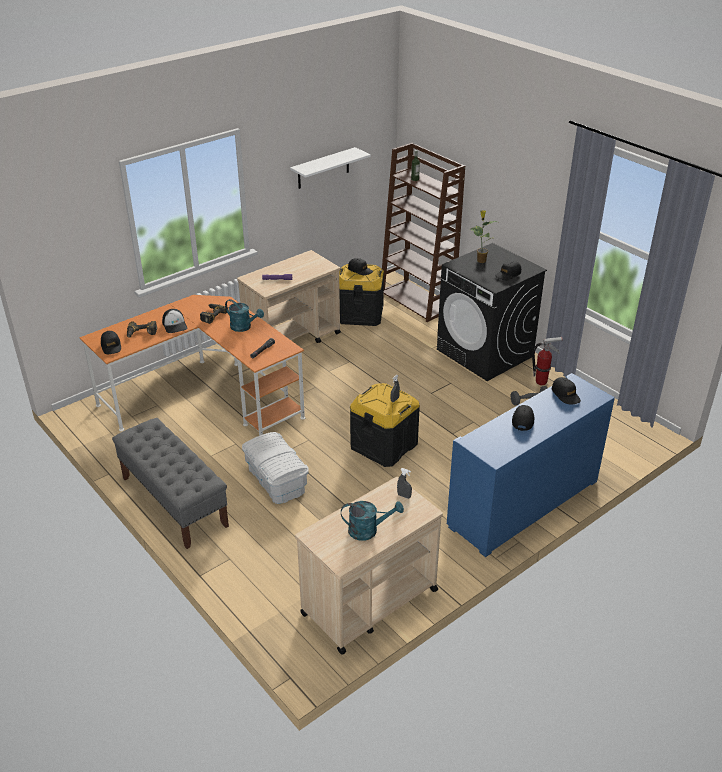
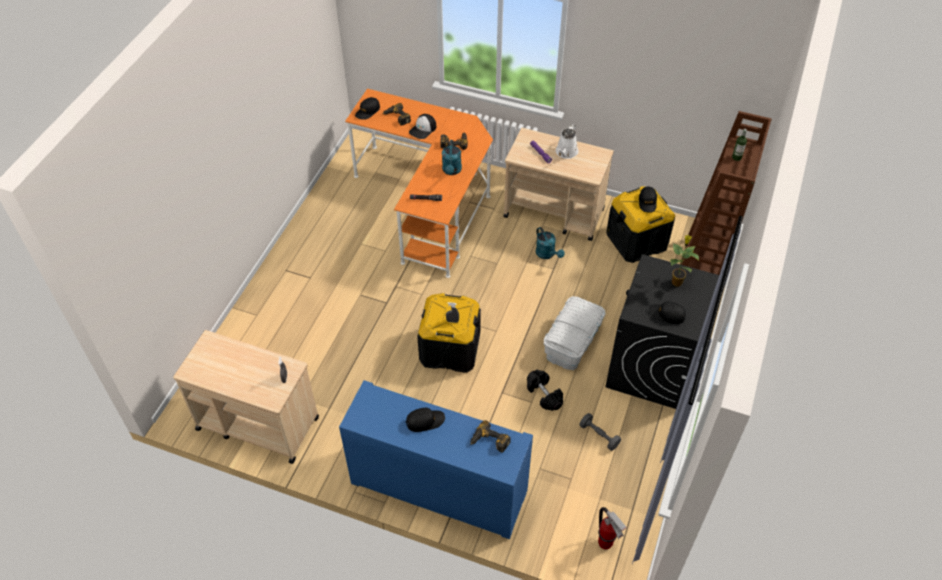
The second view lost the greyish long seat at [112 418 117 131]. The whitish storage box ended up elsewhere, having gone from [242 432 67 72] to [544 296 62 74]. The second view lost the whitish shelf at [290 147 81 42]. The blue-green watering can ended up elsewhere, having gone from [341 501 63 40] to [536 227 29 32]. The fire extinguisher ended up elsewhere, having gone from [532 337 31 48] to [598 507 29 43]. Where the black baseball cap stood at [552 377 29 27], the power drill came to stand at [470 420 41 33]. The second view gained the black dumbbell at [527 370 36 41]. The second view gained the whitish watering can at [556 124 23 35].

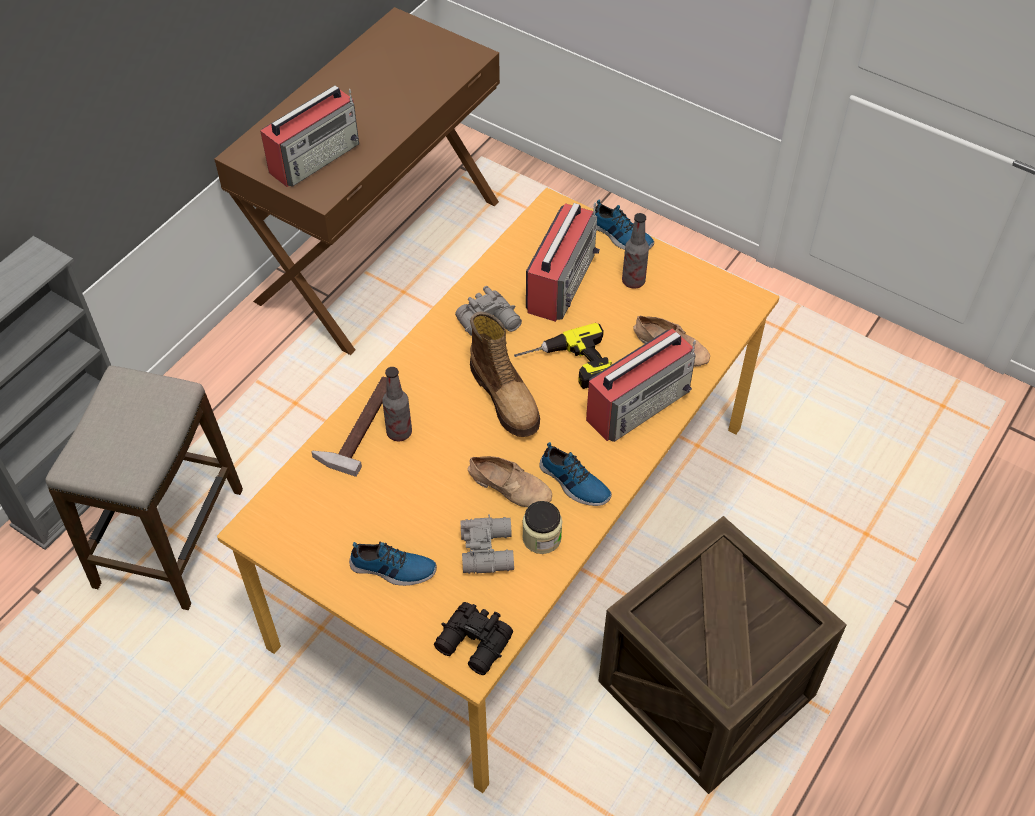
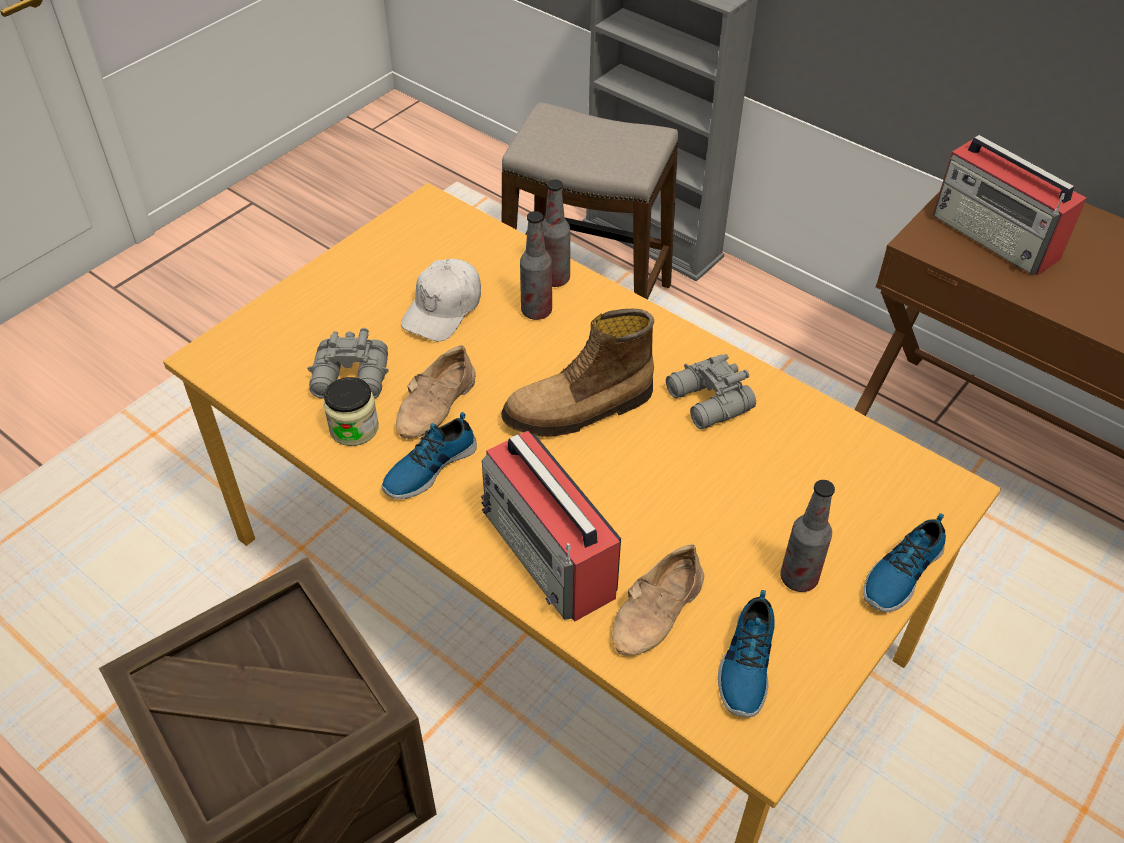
Where the tool hammer stood at [311 377 76 100], the beverage bottle came to stand at [542 179 28 108]. The shoe ended up elsewhere, having gone from [349 542 88 44] to [718 590 57 127]. The second view lost the black field glasses at [434 602 79 73]. The second view lost the power drill at [514 323 98 66]. The second view lost the radio receiver at [526 202 74 120]. The second view gained the whitish baseball cap at [401 259 80 82].

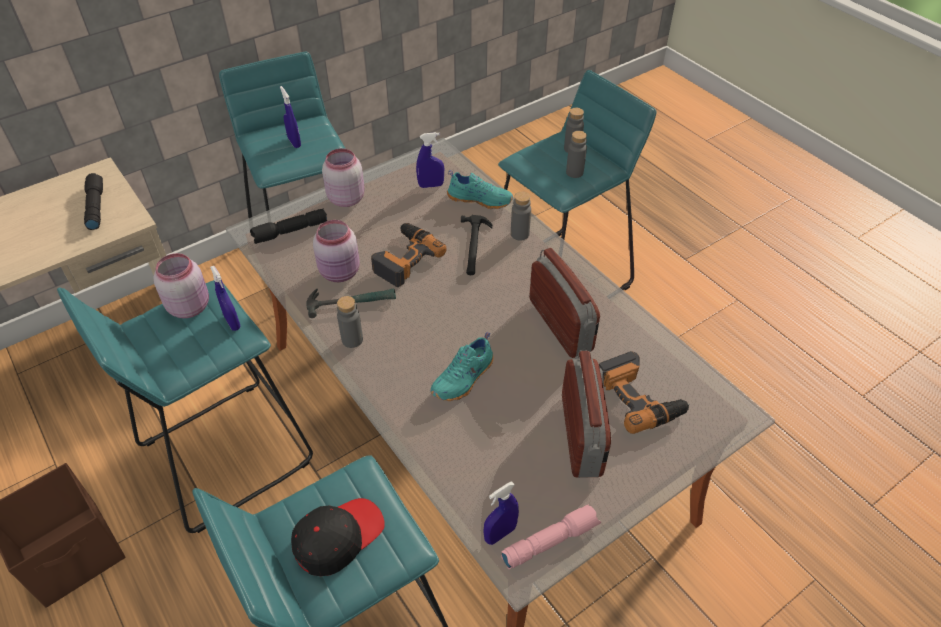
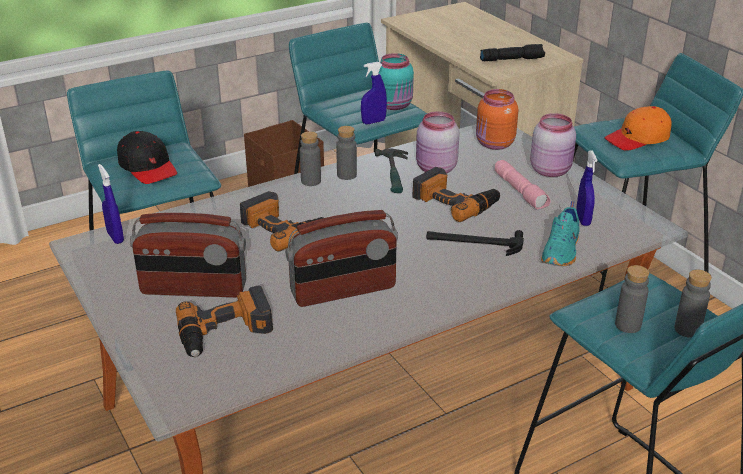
What was the pink-coloured storage jar at [153 253 56 65] turned into the blue-green storage jar at [379 53 35 57]. Where the black hand torch stood at [250 209 78 35], the orange-coloured storage jar came to stand at [476 89 42 61]. Where the bluish hand sprayer stood at [280 86 21 62], the orange-coloured baseball cap came to stand at [604 106 68 45]. Where the blue-green shoe stood at [431 332 63 69], the power drill came to stand at [240 191 83 60]. The pink-coloured hand torch ended up elsewhere, having gone from [501 504 100 65] to [495 160 56 49]. The greyish beverage bottle ended up elsewhere, having gone from [511 192 20 49] to [300 131 21 55].

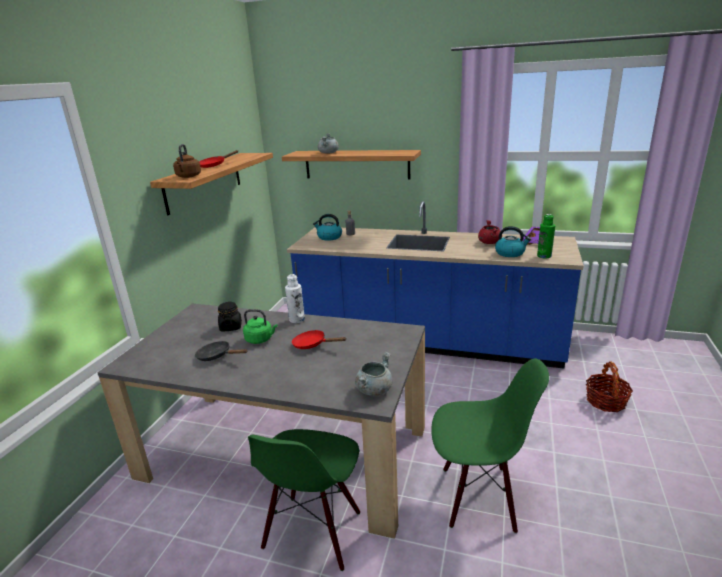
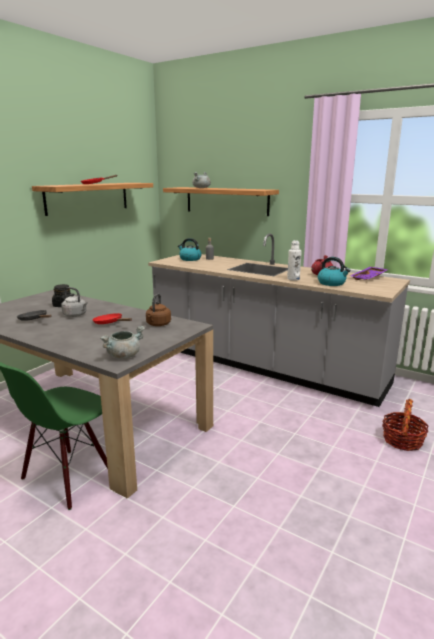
The brown-coloured kettle ended up elsewhere, having gone from [173 144 28 34] to [146 294 25 32]. What was the green kettle at [243 309 34 35] turned into the greyish kettle at [61 287 27 30]. The whitish beverage bottle ended up elsewhere, having gone from [285 274 20 49] to [287 240 15 41]. What was the bluish counter at [287 201 297 168] turned into the greyish counter at [148 233 262 174]. The second view lost the green chair at [431 358 118 176]. The second view lost the green beverage bottle at [537 214 18 44].

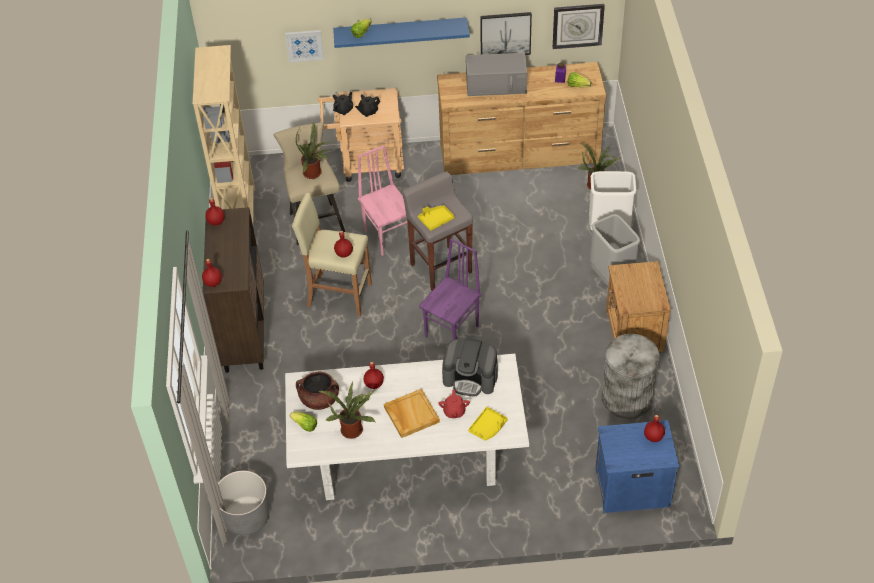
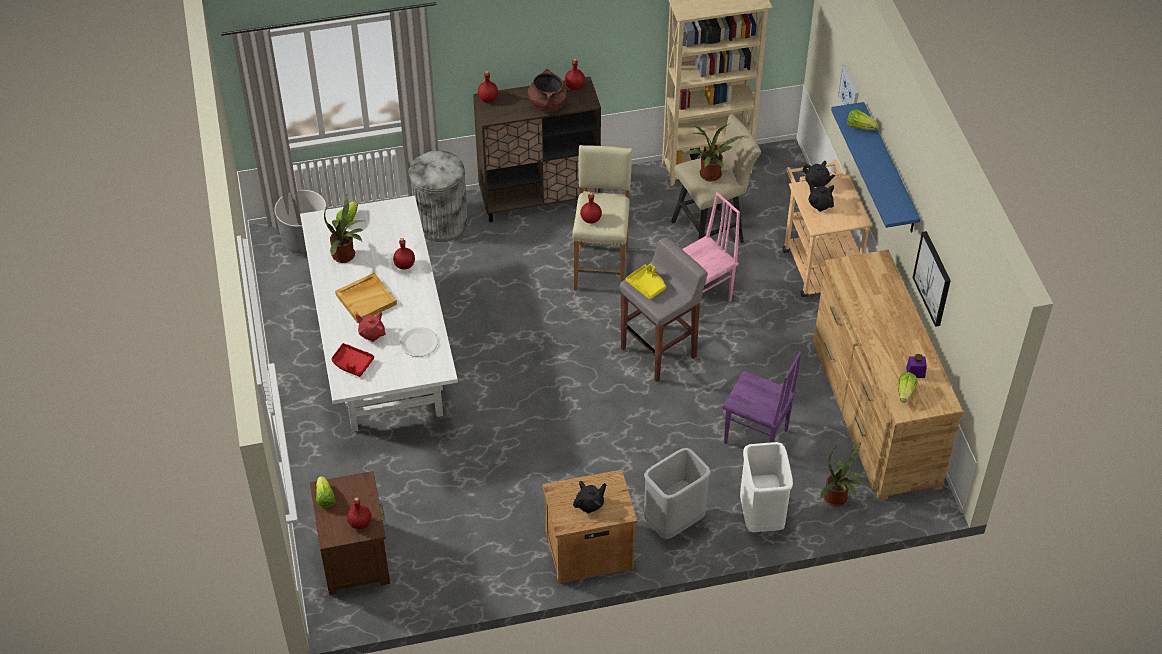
The brown-coloured stockpot ended up elsewhere, having gone from [296 372 43 38] to [527 69 40 43]. The purple-coloured chair ended up elsewhere, having gone from [419 238 62 102] to [722 351 80 93]. The red-coloured pot for tea at [438 390 32 28] ended up facing another way, 45 degrees clockwise from before. Where the coffee machine stood at [442 338 56 58], the whitish flat dish came to stand at [400 327 38 30]. The second view lost the greyish microwave at [466 53 61 43]. What was the yellow tray at [468 407 40 34] turned into the red-coloured tray at [331 343 43 34]. The second view lost the clock on the wall at [553 4 52 45]. What was the bluish nightstand at [595 420 84 93] turned into the brown-coloured nightstand at [310 471 80 124]. The greyish rubbish bin ended up elsewhere, having gone from [602 334 58 85] to [408 151 60 91]. The second view gained the lettuce head at [316 476 19 32]. The second view gained the black pot for tea at [573 481 33 32].

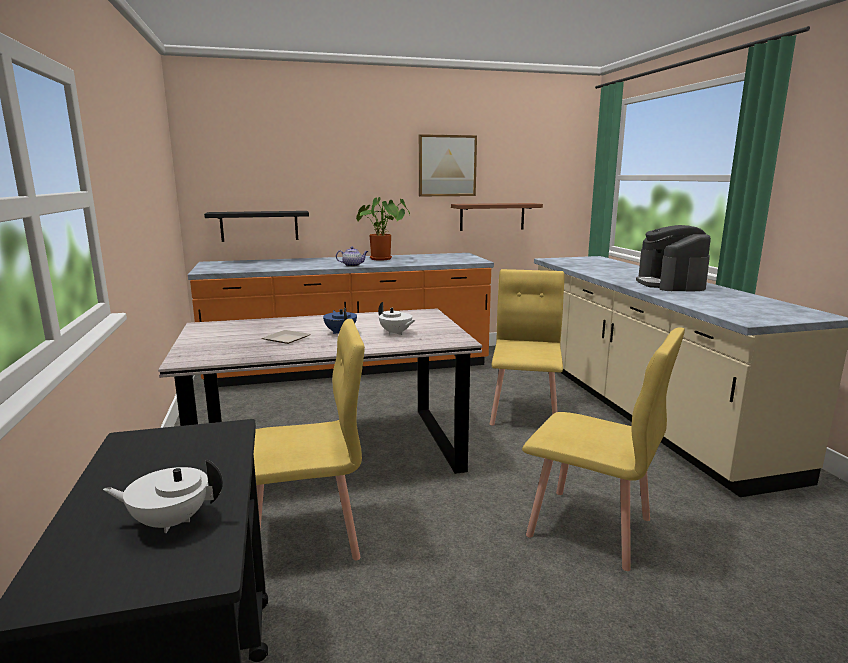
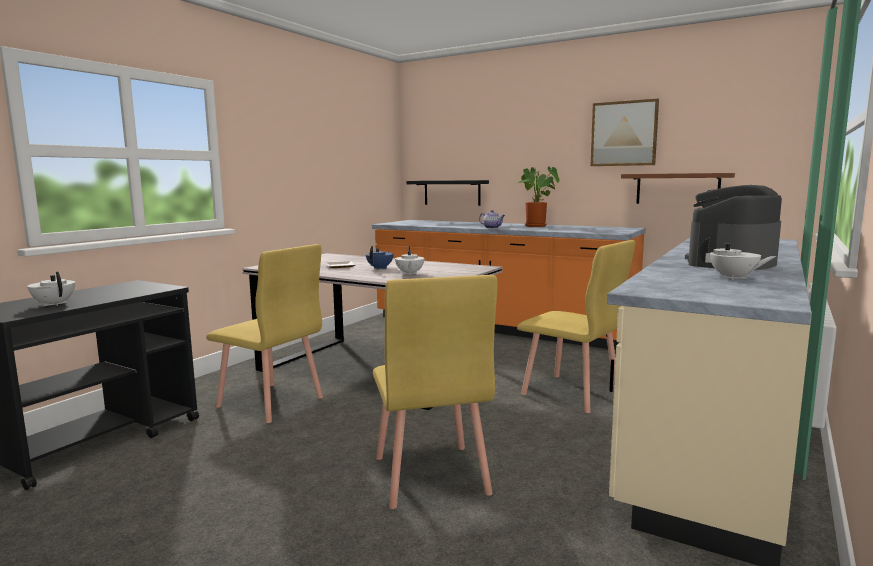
The yellow chair at [490 269 74 156] ended up facing another way, 75 degrees clockwise from before. The second view gained the whitish pot for tea at [700 238 76 42].

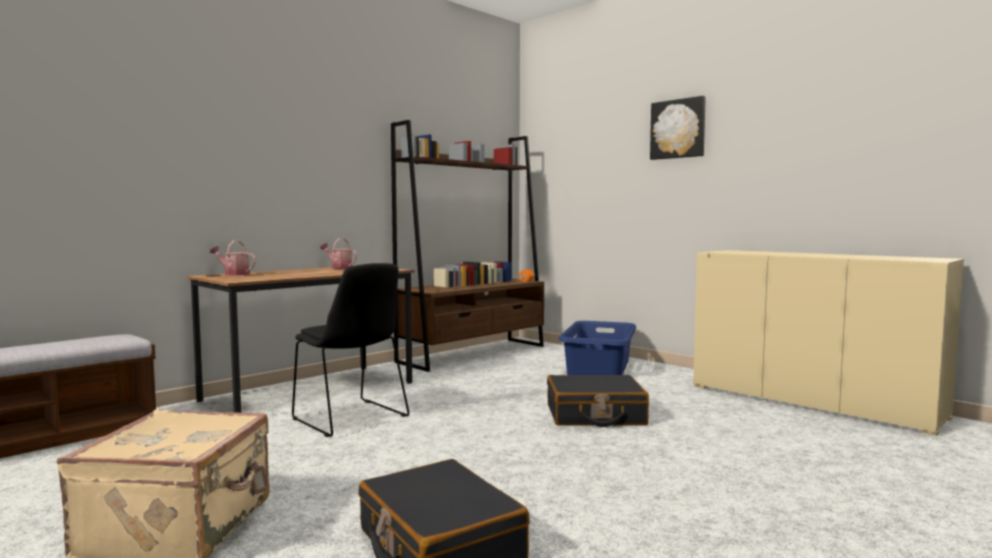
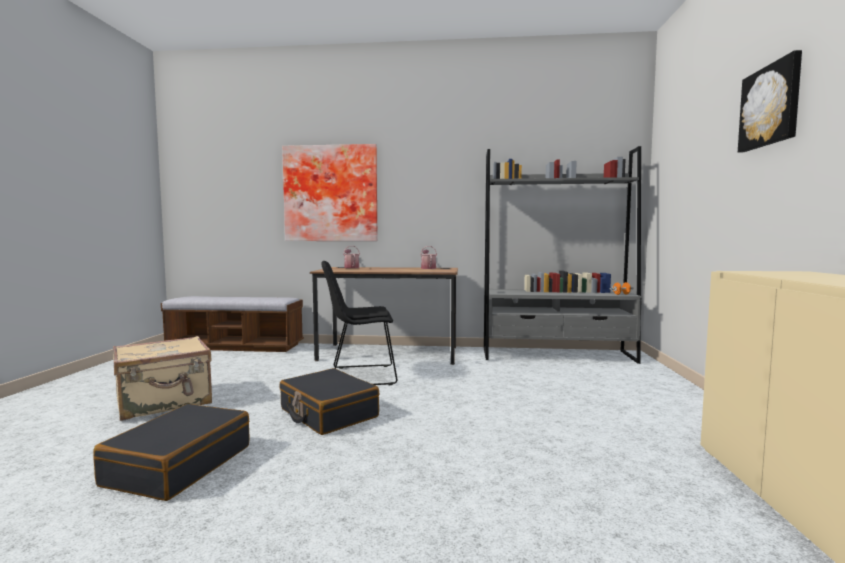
The black chair at [292 263 117 174] ended up facing another way, 75 degrees clockwise from before. What was the brown-coloured bookcase at [391 120 153 252] turned into the greyish bookcase at [484 146 158 218]. The black travel case ended up elsewhere, having gone from [547 375 102 52] to [279 368 101 67]. The second view lost the bluish hamper at [559 321 77 54]. The second view gained the picture at [282 144 96 97].

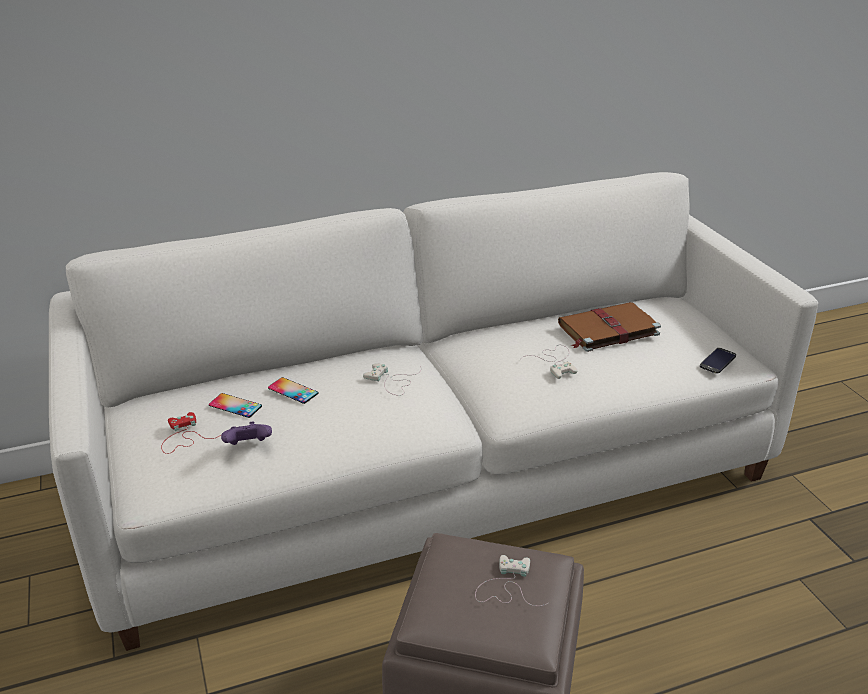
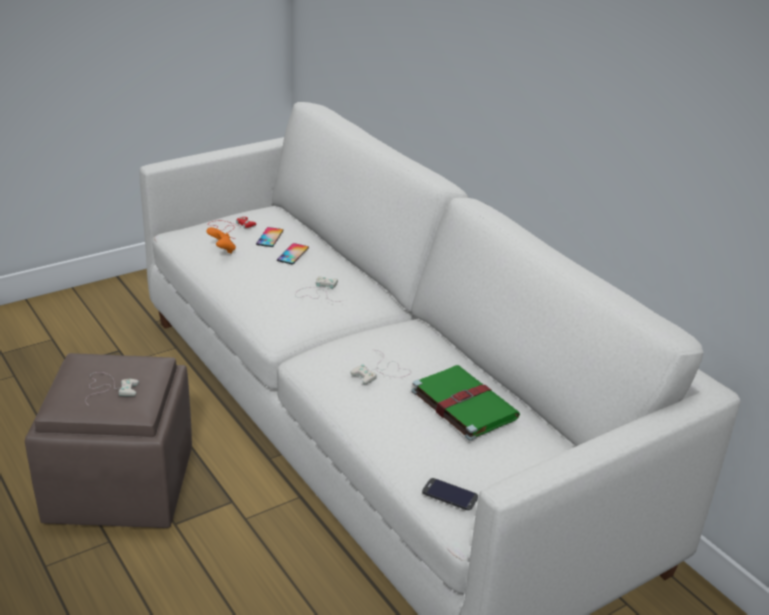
What was the purple-coloured gamepad at [221 421 51 24] turned into the orange-coloured gamepad at [206 227 30 27]. What was the brown-coloured bound book at [558 302 103 50] turned into the green bound book at [411 365 109 76].

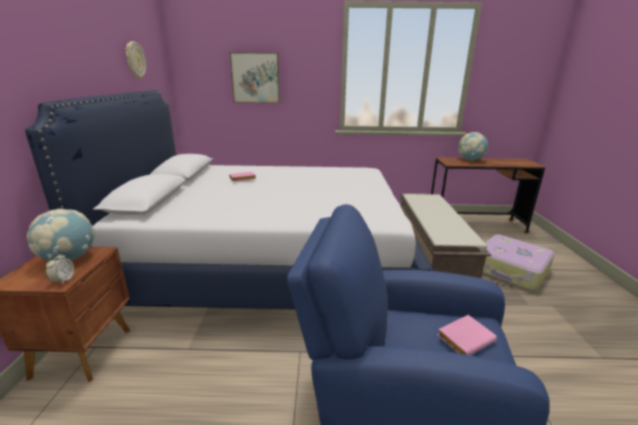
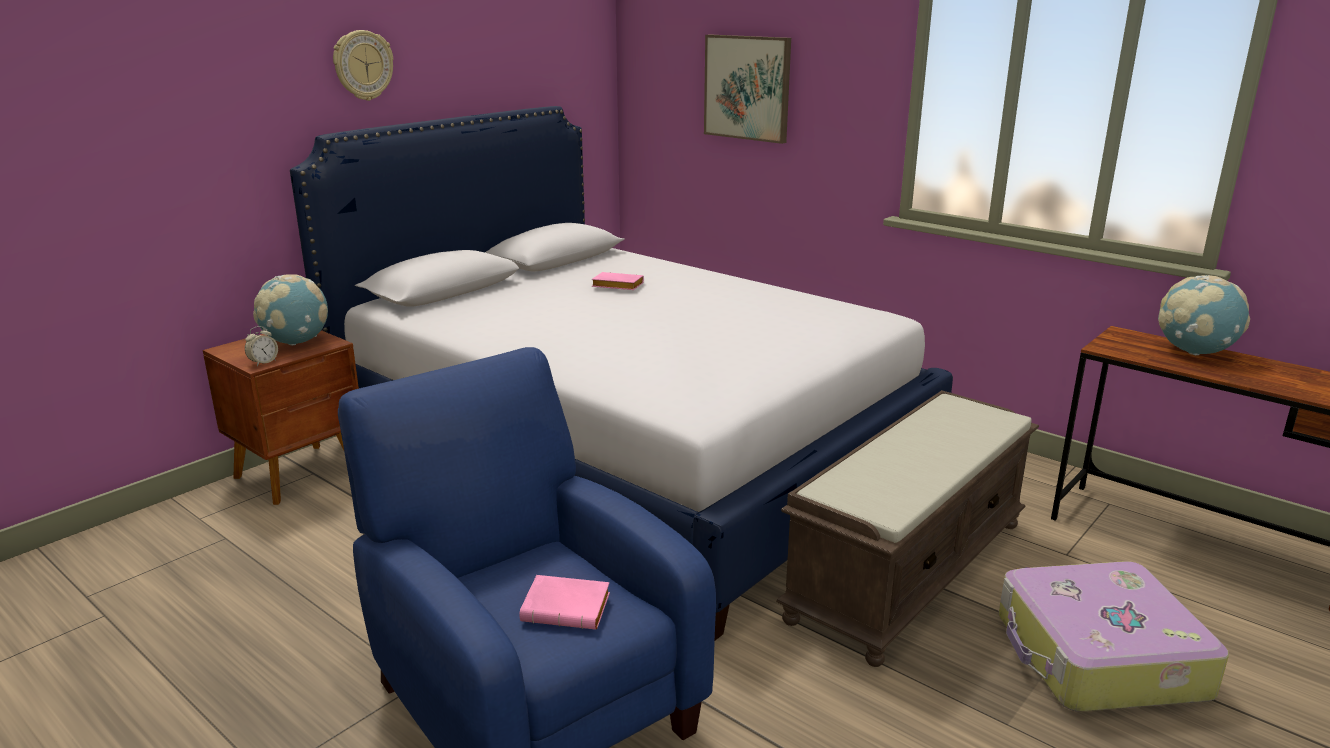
The clock on the wall ended up elsewhere, having gone from [125 41 21 38] to [333 30 60 71].

